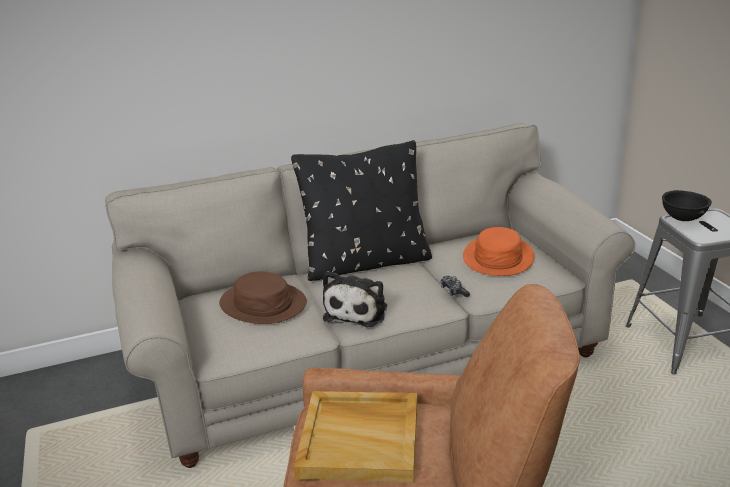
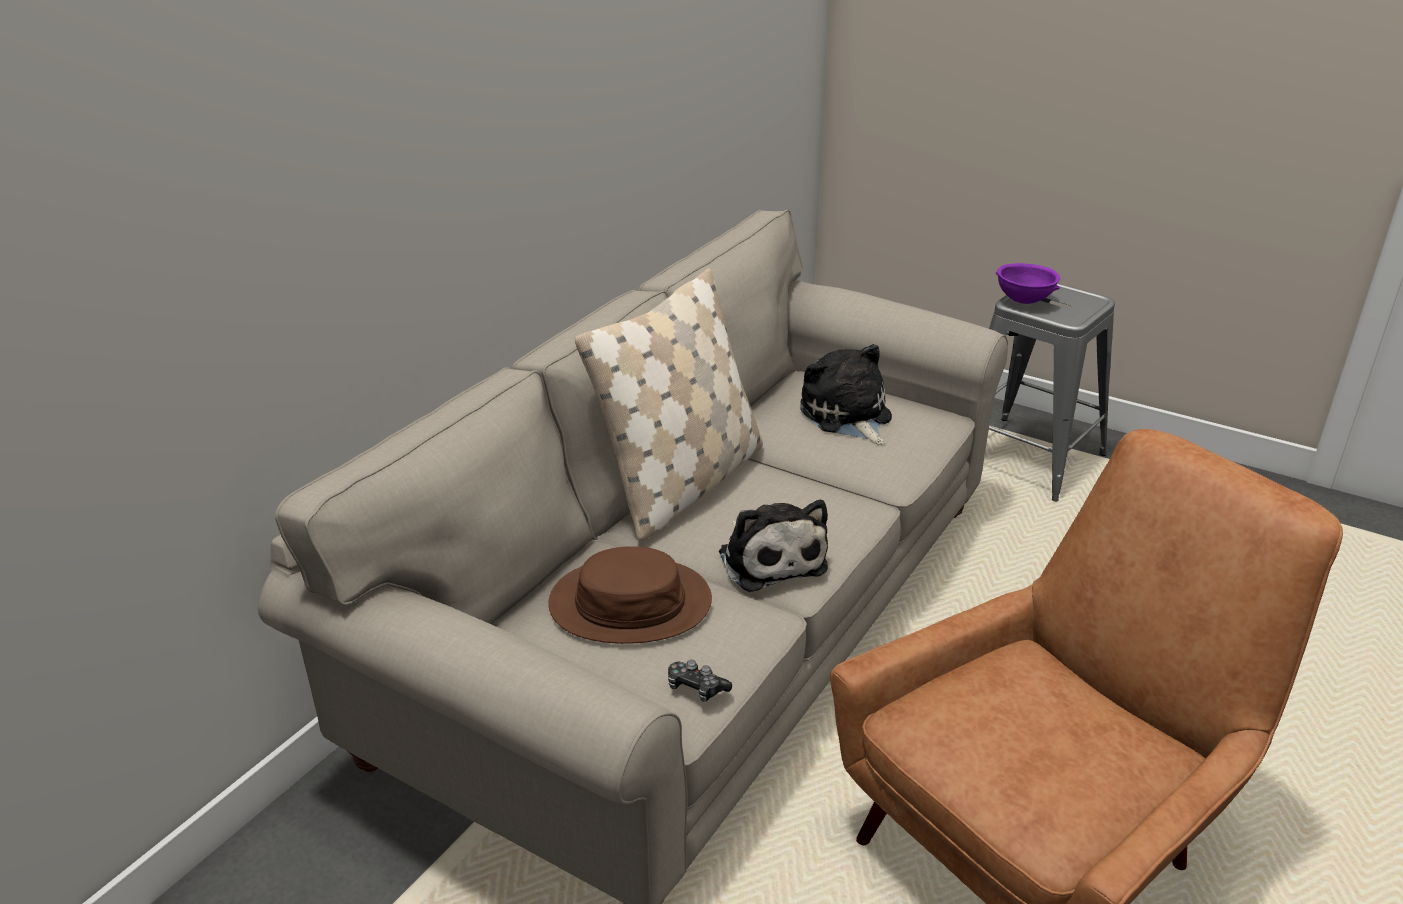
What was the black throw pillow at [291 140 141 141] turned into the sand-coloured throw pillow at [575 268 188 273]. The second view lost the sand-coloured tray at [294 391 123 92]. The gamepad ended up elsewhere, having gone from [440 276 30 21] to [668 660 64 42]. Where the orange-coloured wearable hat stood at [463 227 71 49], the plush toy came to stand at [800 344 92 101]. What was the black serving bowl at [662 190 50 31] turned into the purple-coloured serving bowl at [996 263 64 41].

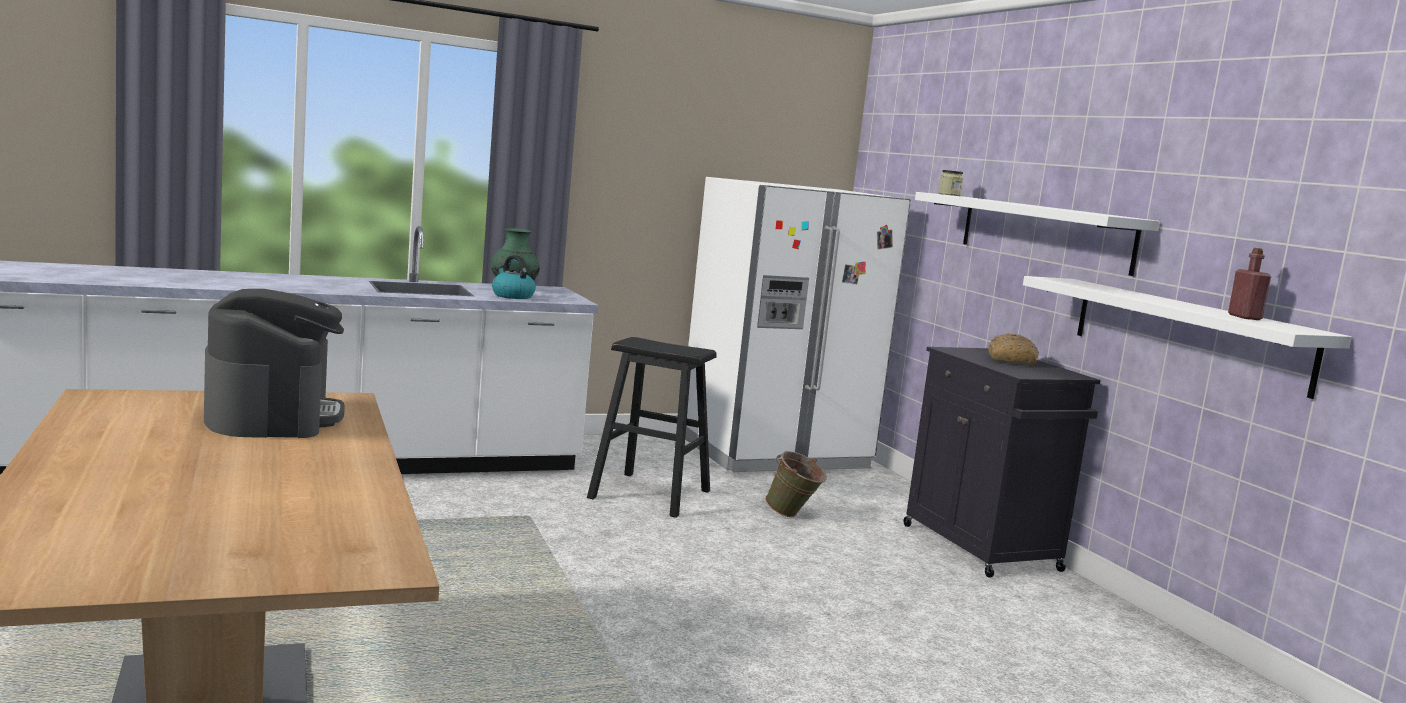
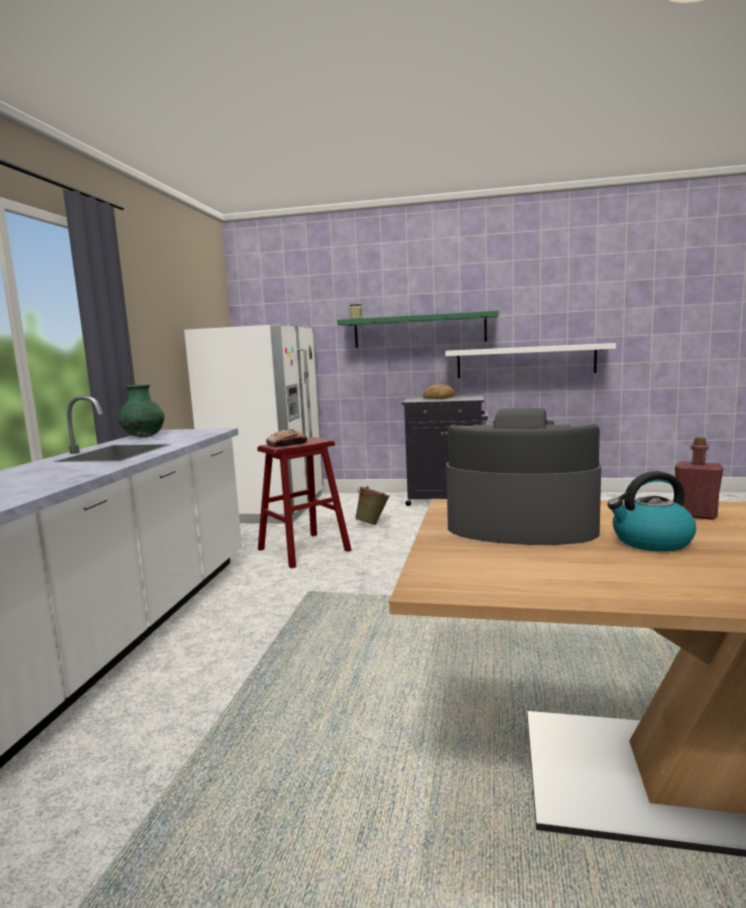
The kettle ended up elsewhere, having gone from [492 255 44 44] to [608 471 88 81]. What was the black stool at [587 337 130 181] turned into the red-coloured stool at [257 437 94 131]. What was the whitish shelf at [915 192 245 84] turned into the green shelf at [337 311 162 37]. The red-coloured beverage bottle ended up elsewhere, having gone from [1228 248 43 72] to [675 437 48 83]. The second view gained the baked bread at [266 429 41 19].

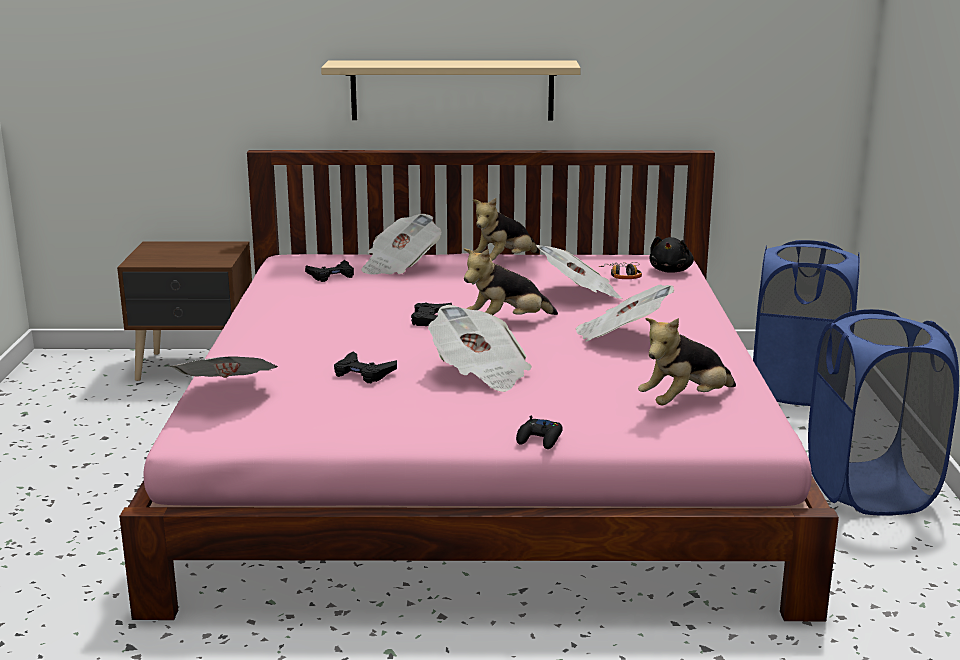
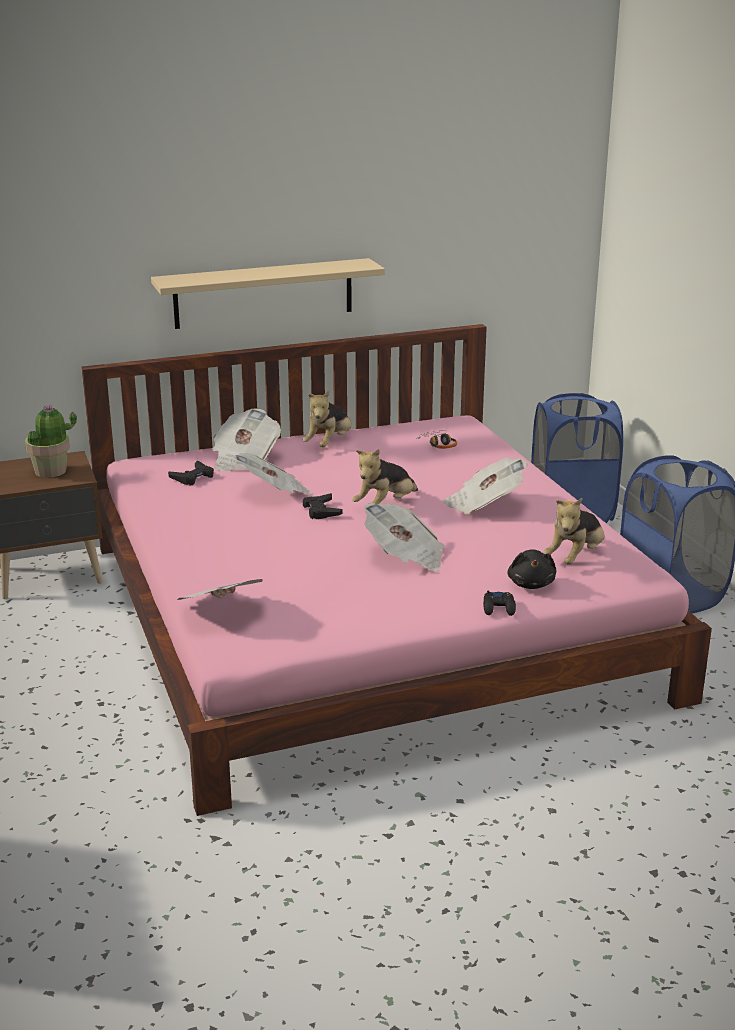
The second view lost the black gamepad at [334 351 63 32]. The daily paper ended up elsewhere, having gone from [536 245 86 54] to [232 453 82 41]. The black plush toy ended up elsewhere, having gone from [650 236 44 37] to [507 549 49 40]. The second view gained the plant in a pot at [25 404 52 74].

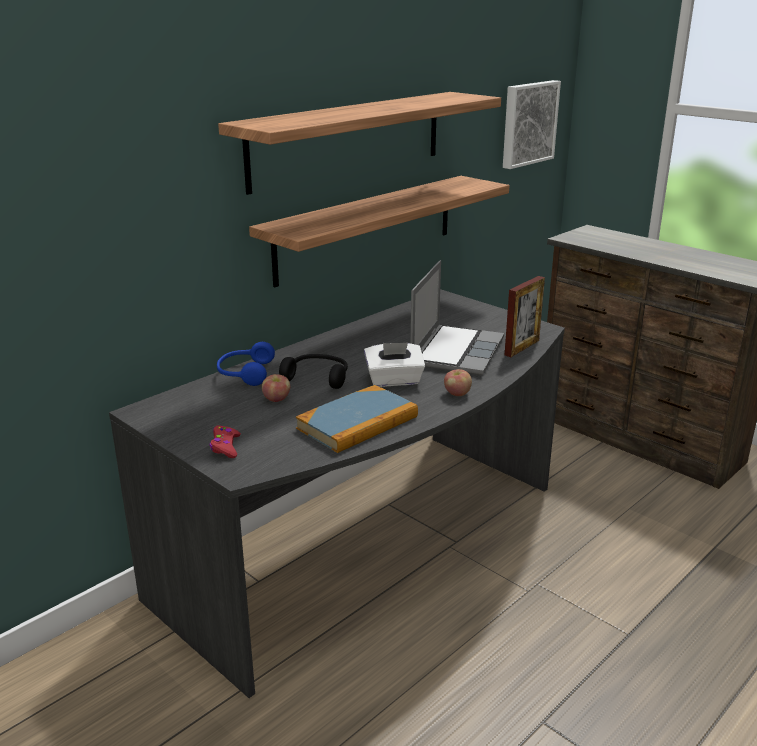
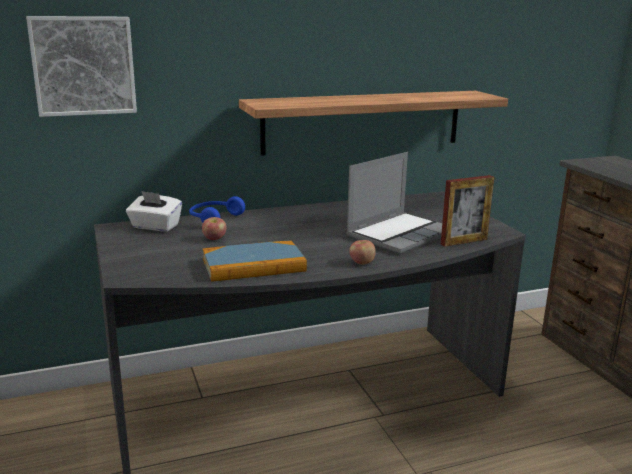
The second view lost the red-coloured gamepad at [209 425 32 33]. The second view lost the shelf at [218 92 283 103]. The second view lost the black headphones at [279 354 69 35]. The whitish tissue holder ended up elsewhere, having gone from [364 342 61 45] to [126 191 56 41]. The picture ended up elsewhere, having gone from [503 80 58 89] to [26 16 111 101].

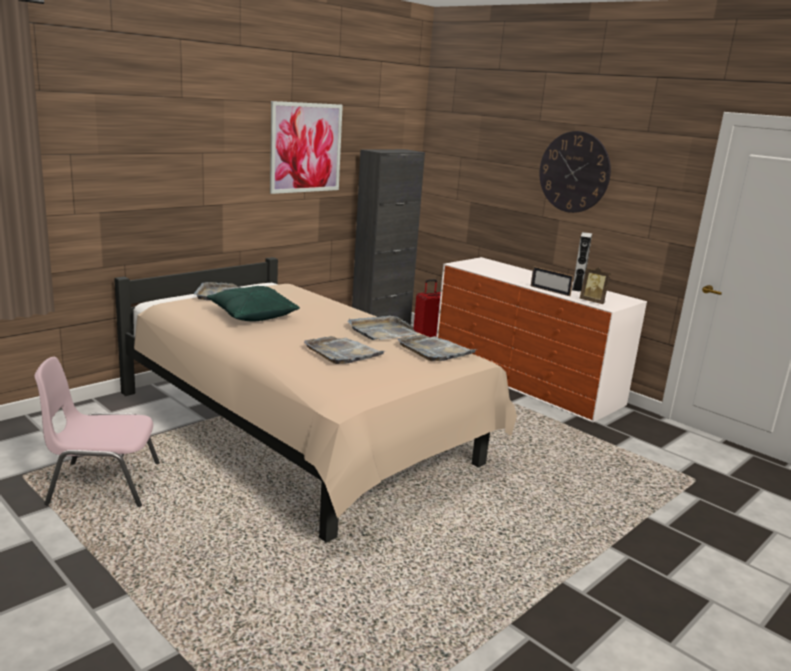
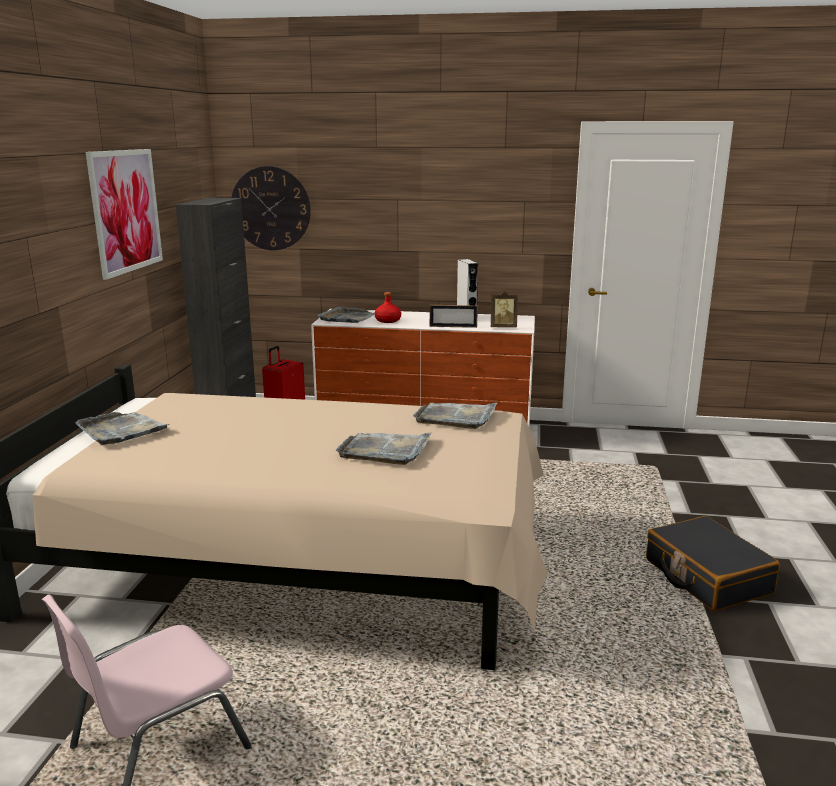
The second view lost the green throw pillow at [207 286 93 35]. The greyish tray ended up elsewhere, having gone from [347 315 72 25] to [318 307 57 16]. The clock on the wall ended up elsewhere, having gone from [539 131 72 82] to [231 166 80 84]. The second view gained the red-coloured beverage bottle at [375 292 26 31]. The second view gained the black travel case at [646 516 134 95].

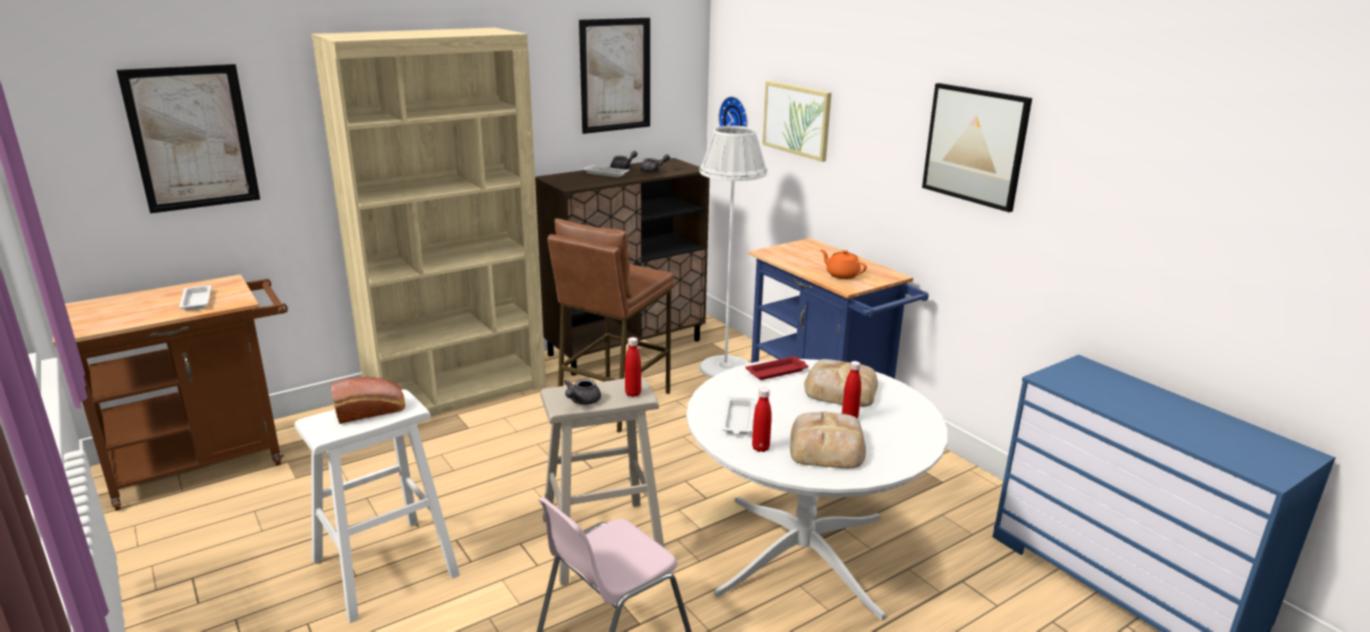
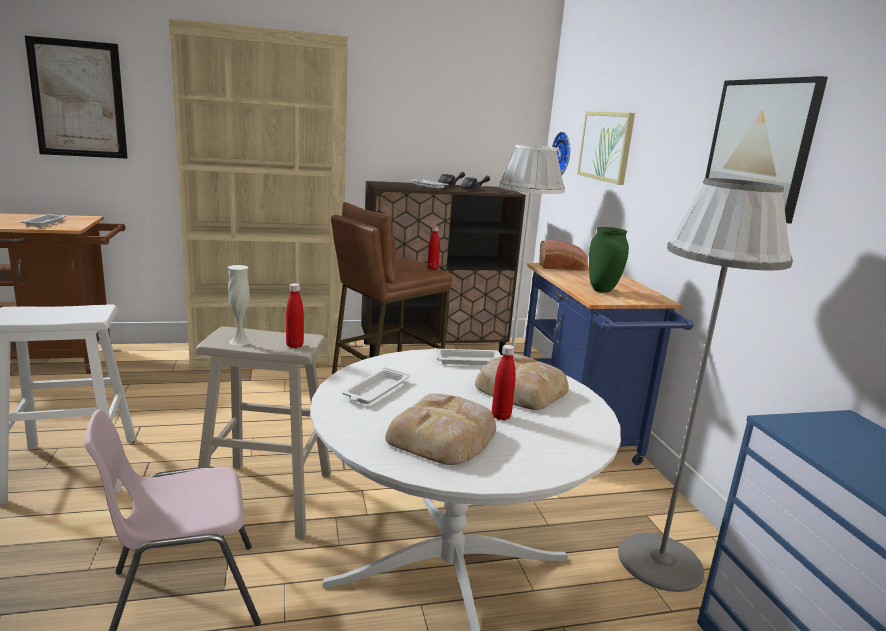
The baked bread ended up elsewhere, having gone from [330 377 75 47] to [539 240 49 31]. Where the greyish pot for tea stood at [564 378 37 27], the whitish decorative vase came to stand at [228 265 24 81]. The second view lost the picture at [579 18 71 116]. What was the red-coloured tray at [746 356 62 24] turned into the whitish tray at [435 348 67 17]. The red-coloured beverage bottle ended up elsewhere, having gone from [752 388 20 64] to [427 226 13 44]. Where the orange-coloured pot for tea stood at [821 250 46 29], the green decorative vase came to stand at [589 227 40 66]. The second view gained the greyish standard lamp at [618 178 175 414].

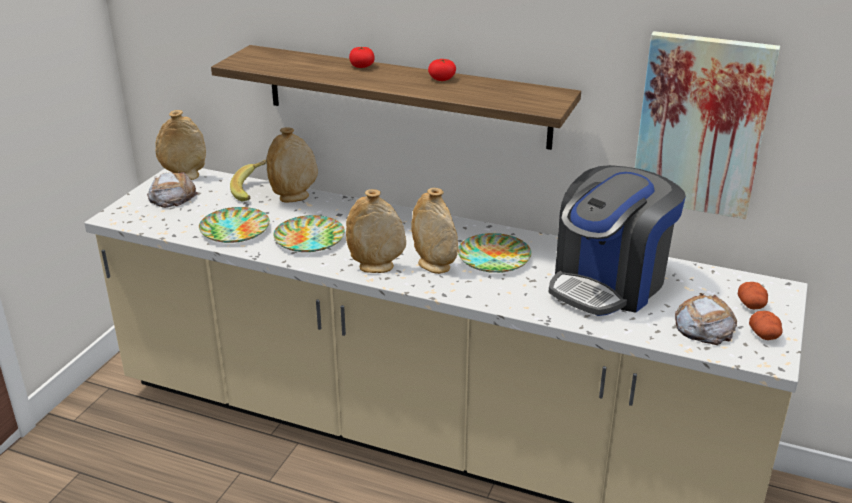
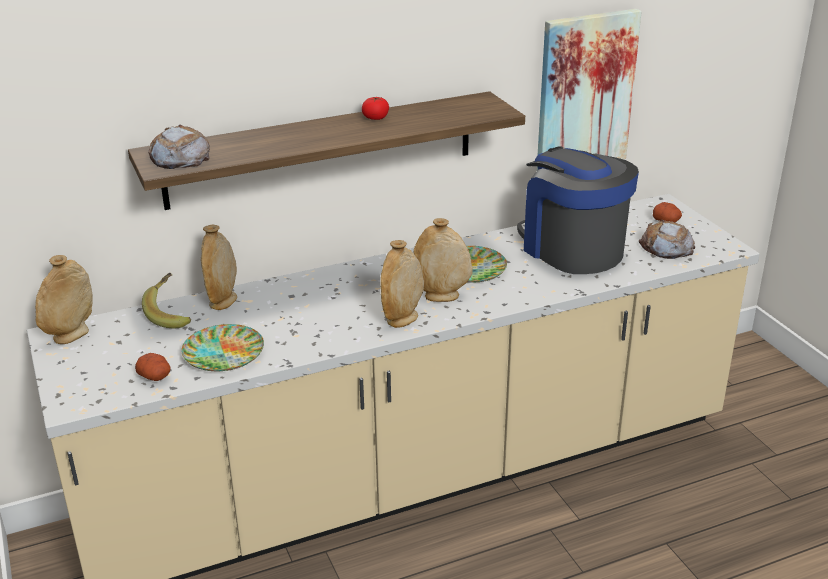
The baked bread ended up elsewhere, having gone from [147 171 52 37] to [148 125 62 44]. The second view lost the flat dish at [273 215 72 37]. The second view lost the tomato at [349 46 26 22]. The coffee machine at [548 165 138 151] ended up facing another way, 150 degrees clockwise from before. The whole potato ended up elsewhere, having gone from [749 311 33 29] to [135 353 36 28].

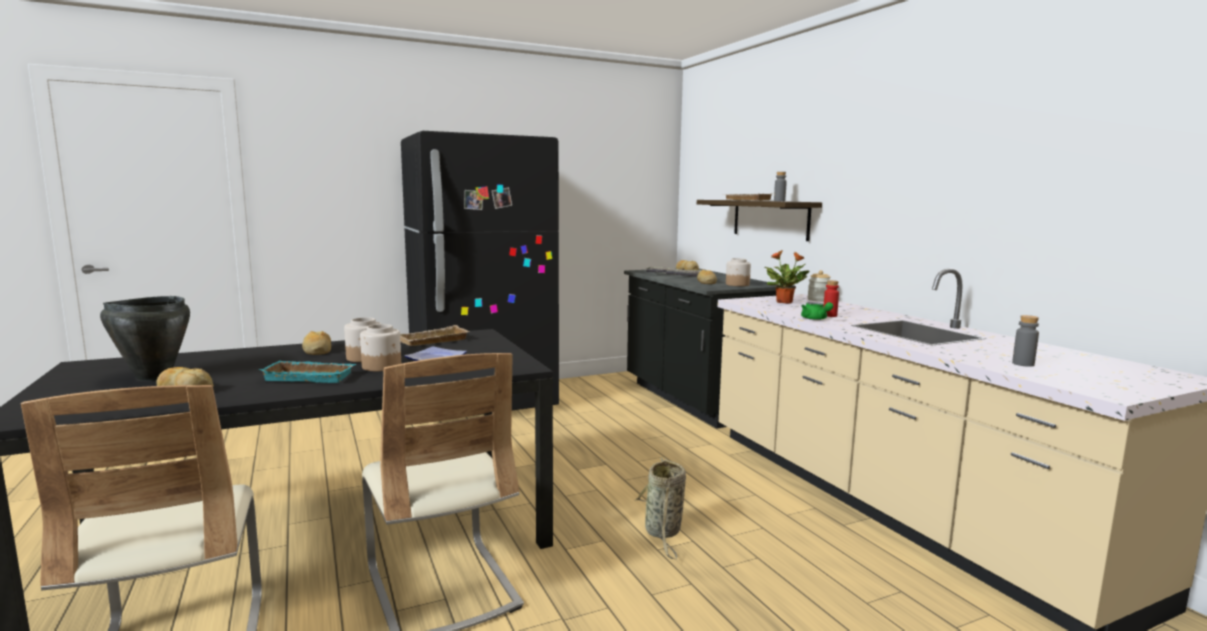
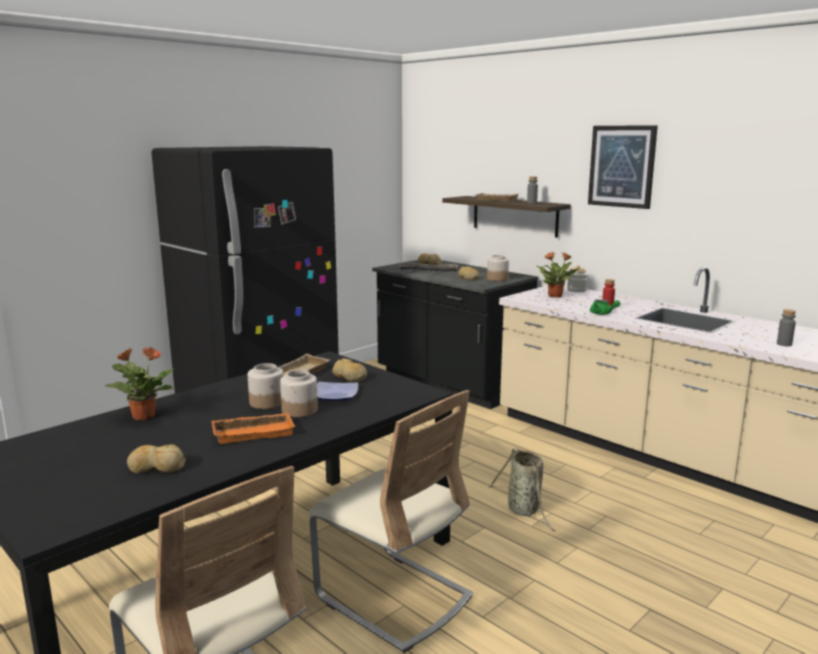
The second view lost the black stockpot at [100 296 90 85]. What was the blue-green tray at [259 361 97 22] turned into the orange-coloured tray at [212 413 83 31]. The baked bread ended up elsewhere, having gone from [302 331 29 24] to [332 358 35 24]. The second view gained the plant in a pot at [105 347 69 73]. The second view gained the picture at [588 125 70 84].

